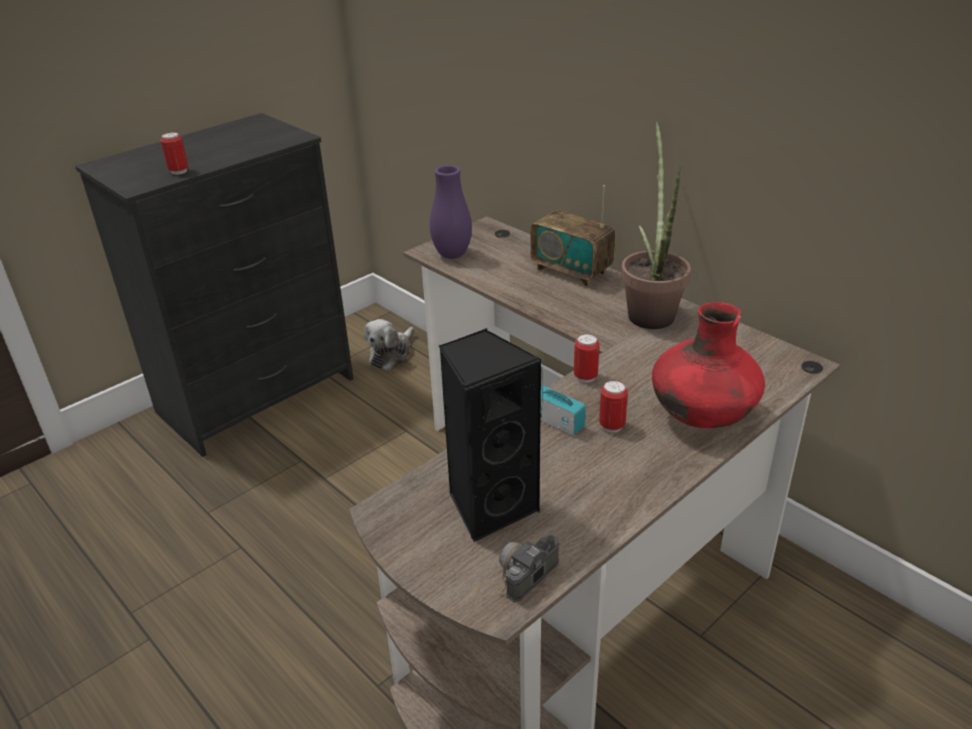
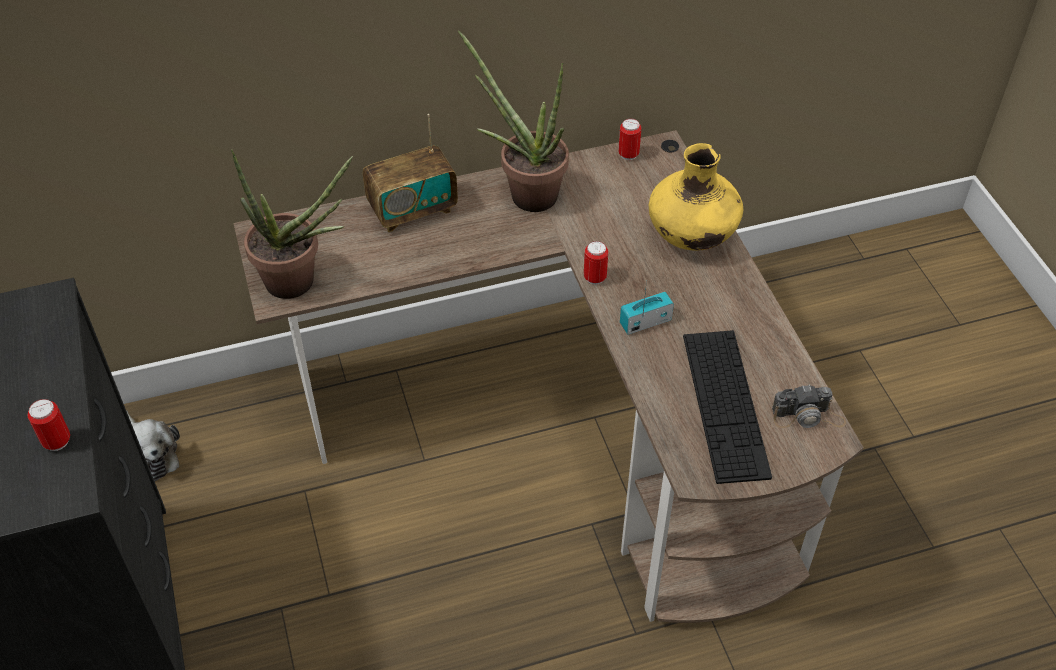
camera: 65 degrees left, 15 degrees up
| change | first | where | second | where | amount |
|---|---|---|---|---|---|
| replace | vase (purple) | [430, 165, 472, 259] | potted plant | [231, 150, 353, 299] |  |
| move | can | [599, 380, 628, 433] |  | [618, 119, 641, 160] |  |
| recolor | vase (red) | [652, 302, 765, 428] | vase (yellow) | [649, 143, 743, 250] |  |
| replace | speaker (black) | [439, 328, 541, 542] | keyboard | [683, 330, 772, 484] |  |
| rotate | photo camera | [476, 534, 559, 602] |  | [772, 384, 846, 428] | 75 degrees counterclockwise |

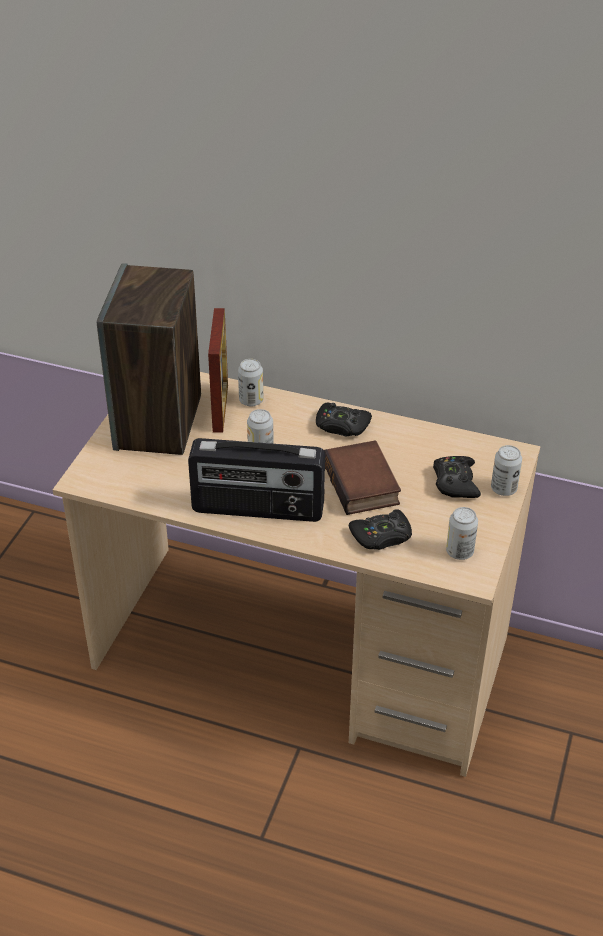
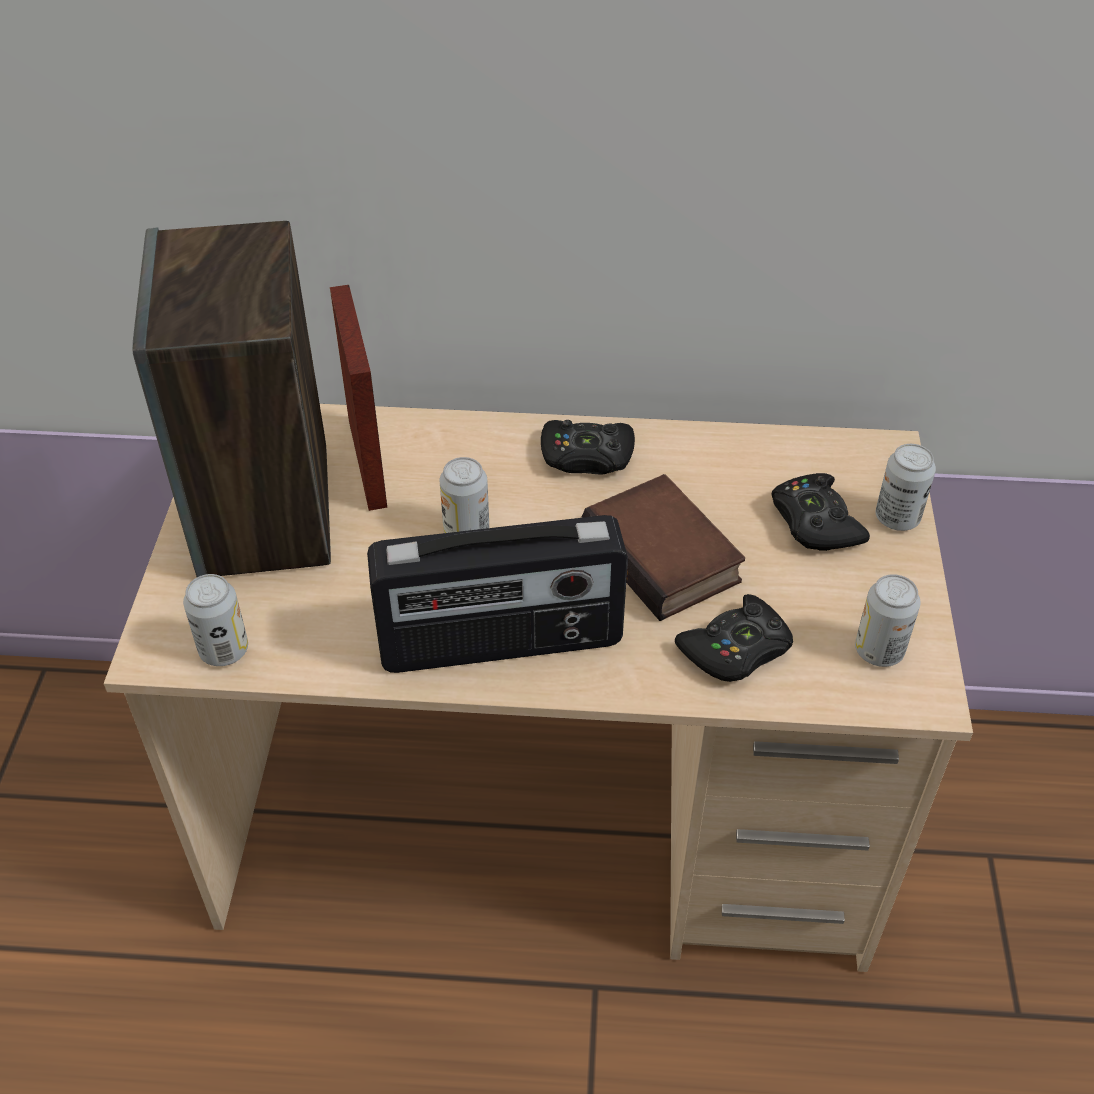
camera: 15 degrees left, 5 degrees up
| change | first | where | second | where | amount |
|---|---|---|---|---|---|
| move | can | [238, 359, 263, 407] |  | [183, 574, 248, 666] |  |

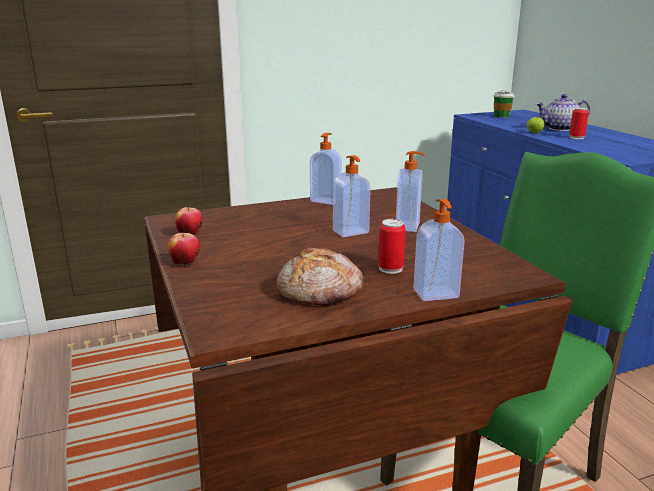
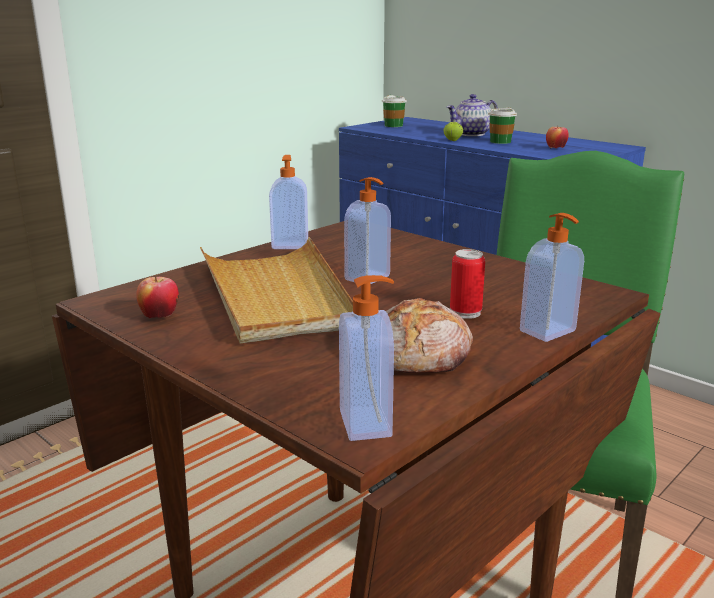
camera: 25 degrees left, 0 degrees up
| change | first | where | second | where | amount |
|---|---|---|---|---|---|
| insert |  |  | tray (beige) | [200, 237, 353, 344] |  |
| move | soap dispenser | [396, 151, 425, 232] |  | [339, 275, 394, 441] |  |
| replace | can | [569, 107, 589, 139] | cup | [488, 107, 517, 144] |  |
| move | apple | [168, 233, 200, 265] |  | [546, 126, 569, 148] |  |

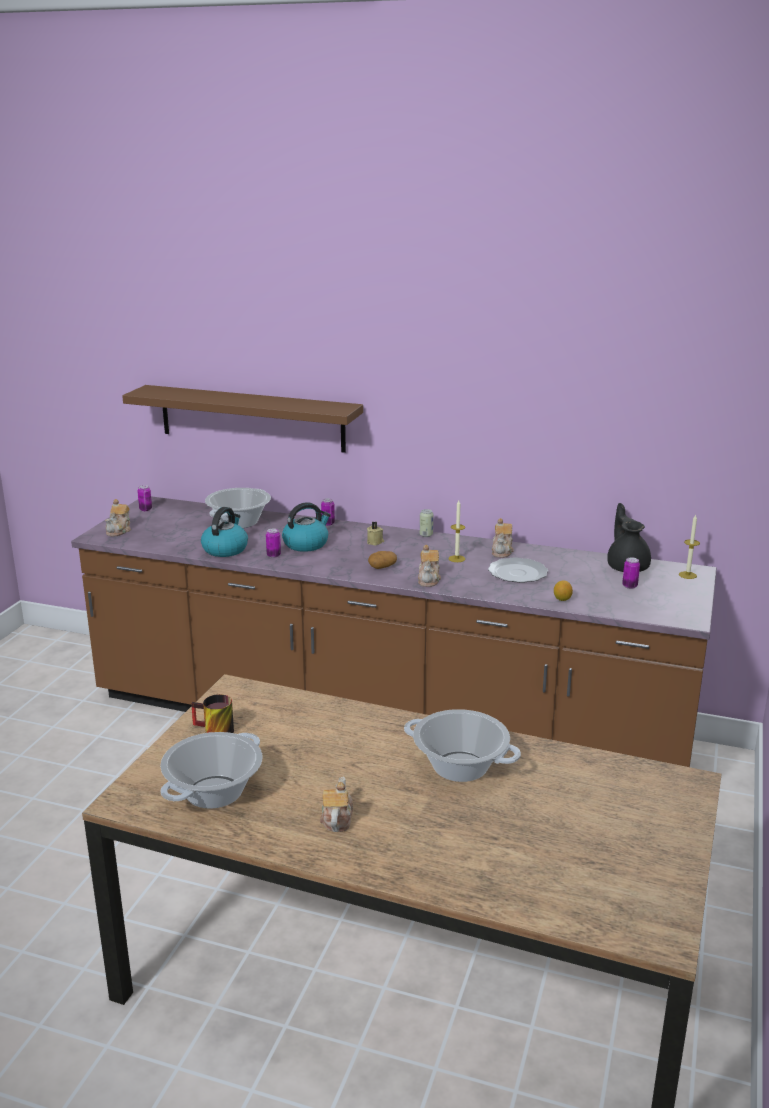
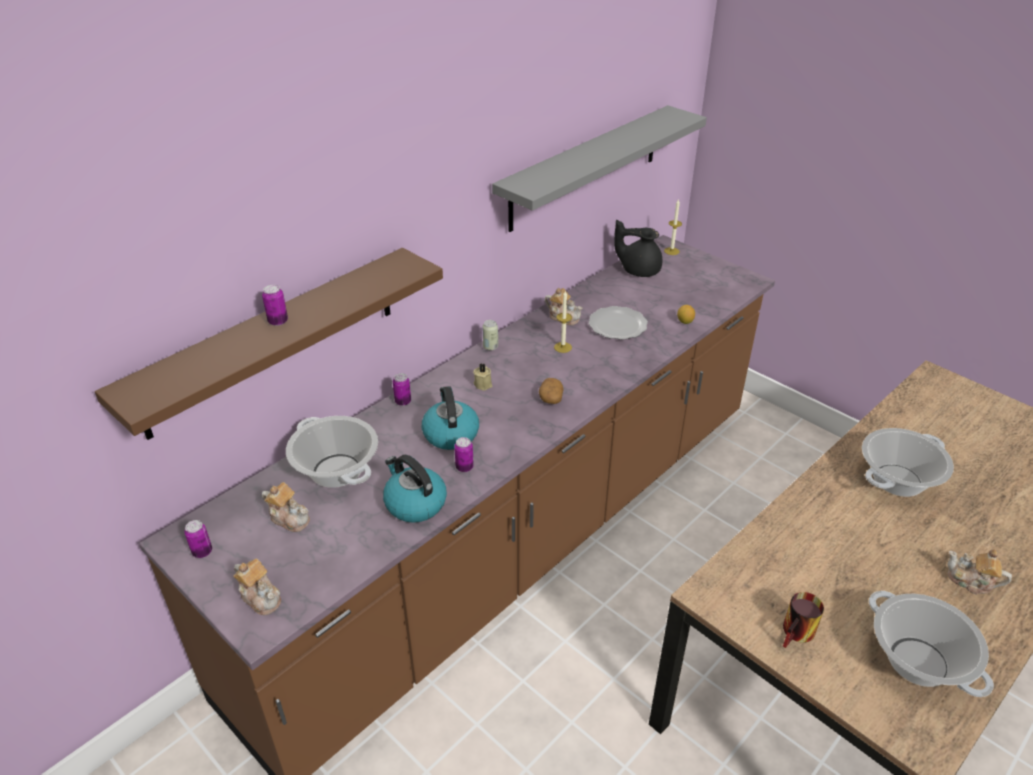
camera: 65 degrees left, 15 degrees up
| change | first | where | second | where | amount |
|---|---|---|---|---|---|
| move | can | [622, 558, 640, 589] |  | [262, 285, 288, 326] |  |
| move | teapot | [418, 545, 441, 587] |  | [262, 482, 310, 532] |  |
| insert |  |  | shelf (grey) | [492, 105, 707, 232] |  |

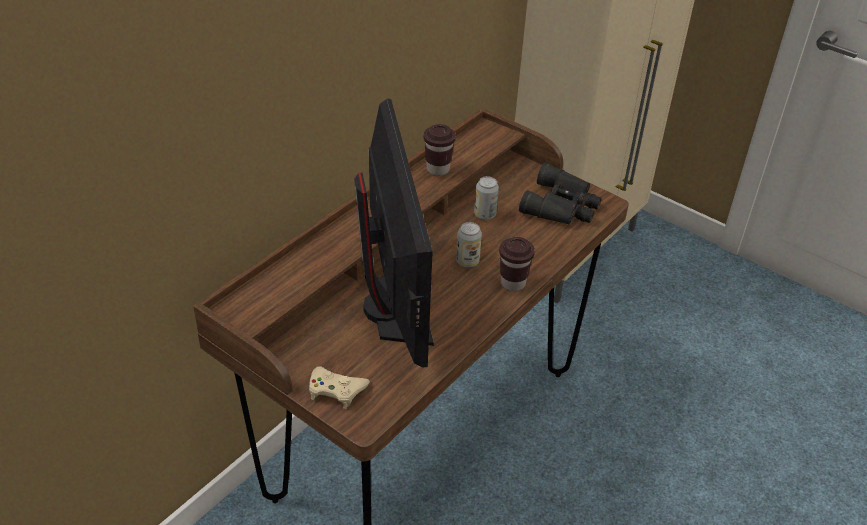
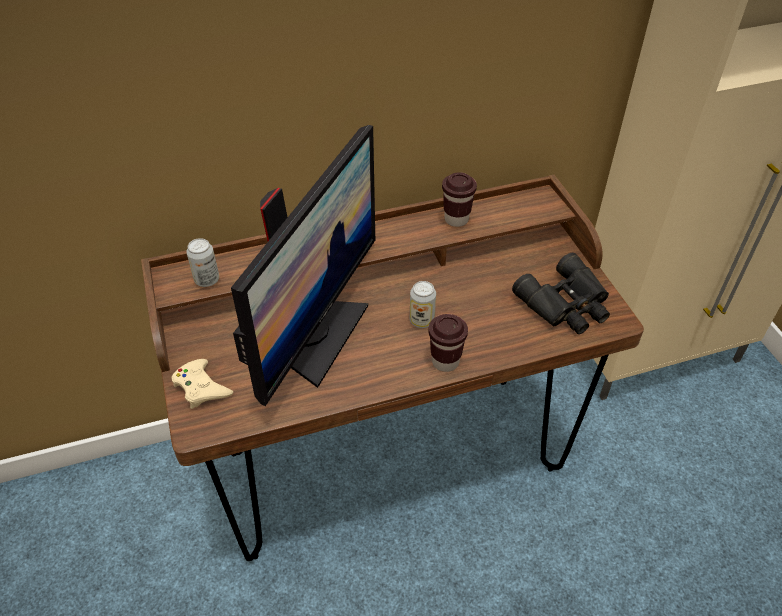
camera: 35 degrees right, 5 degrees up
| change | first | where | second | where | amount |
|---|---|---|---|---|---|
| move | can | [474, 176, 499, 220] |  | [186, 238, 219, 287] |  |

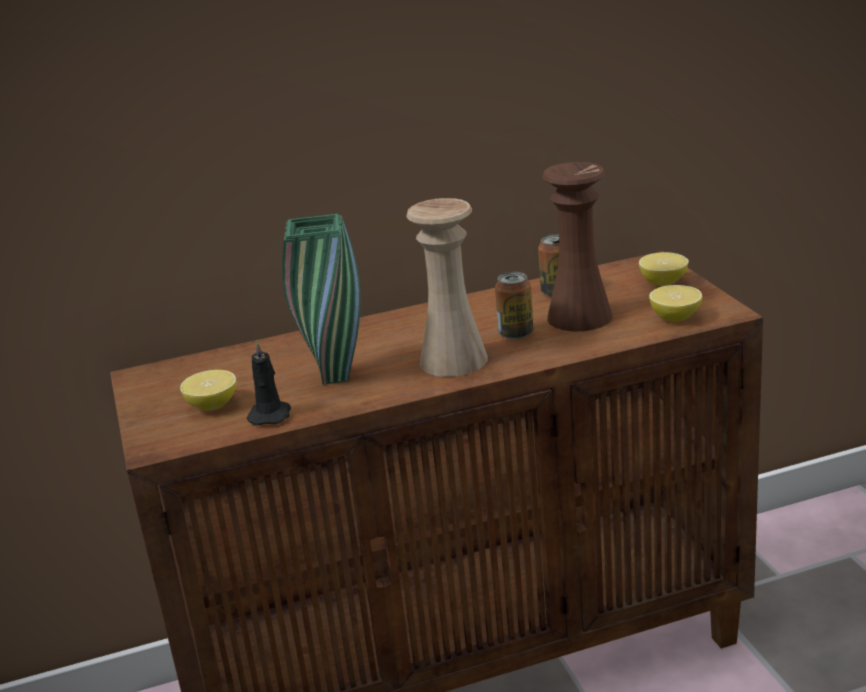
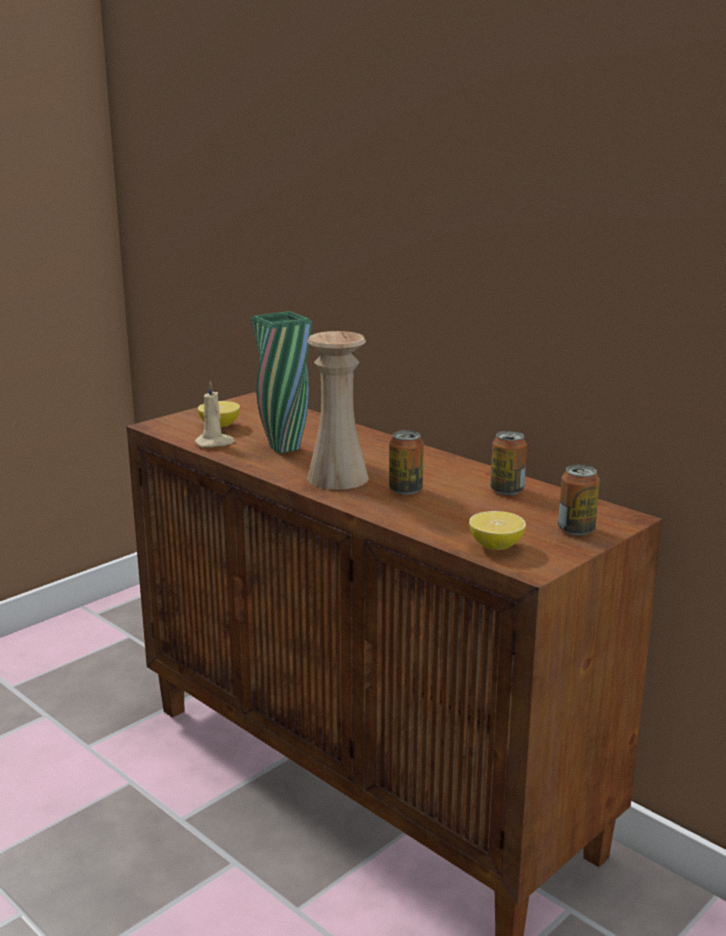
camera: 60 degrees right, 5 degrees down
| change | first | where | second | where | amount |
|---|---|---|---|---|---|
| recolor | candle (black) | [247, 340, 291, 425] | candle (beige) | [195, 381, 235, 447] |  |
| replace | lemon | [639, 252, 689, 286] | can | [558, 465, 600, 535] |  |
| delete | vase (brown) | [542, 162, 612, 331] |  |  |  |

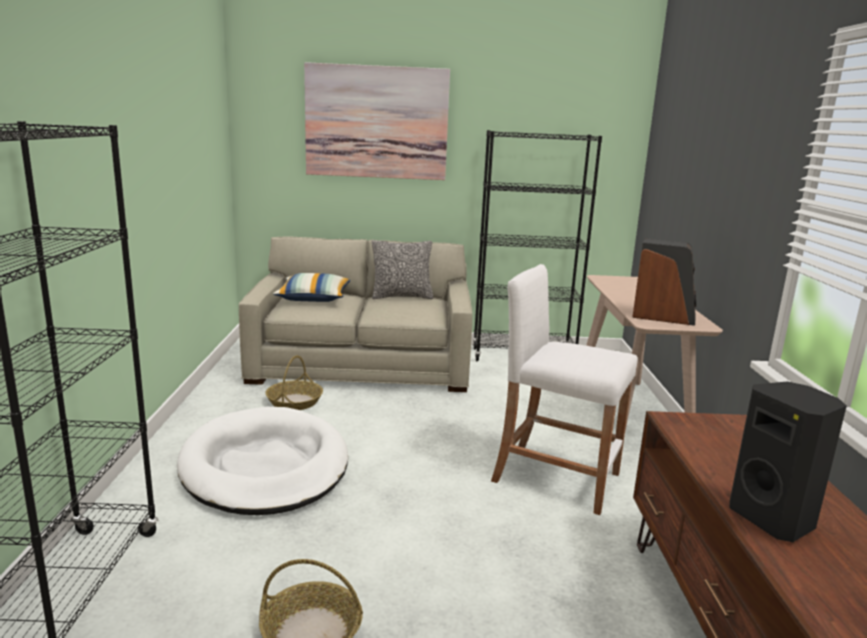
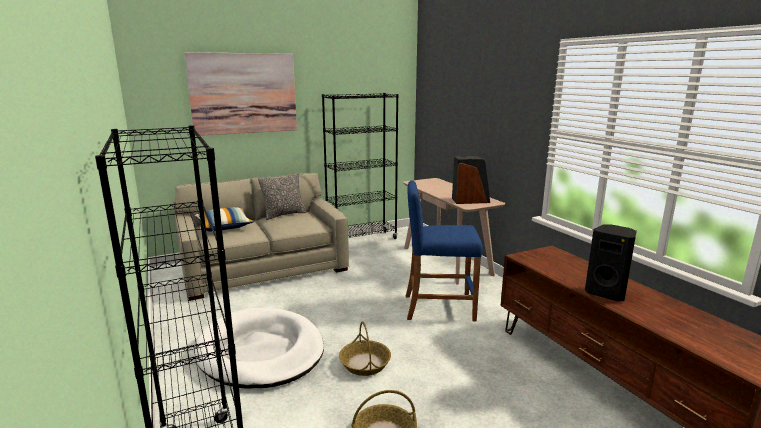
camera: 25 degrees left, 0 degrees up
| change | first | where | second | where | amount |
|---|---|---|---|---|---|
| move | basket | [265, 355, 323, 410] |  | [339, 321, 391, 376] |  |
| recolor | stool (white) | [491, 264, 638, 515] | stool (blue) | [406, 180, 483, 322] |  |

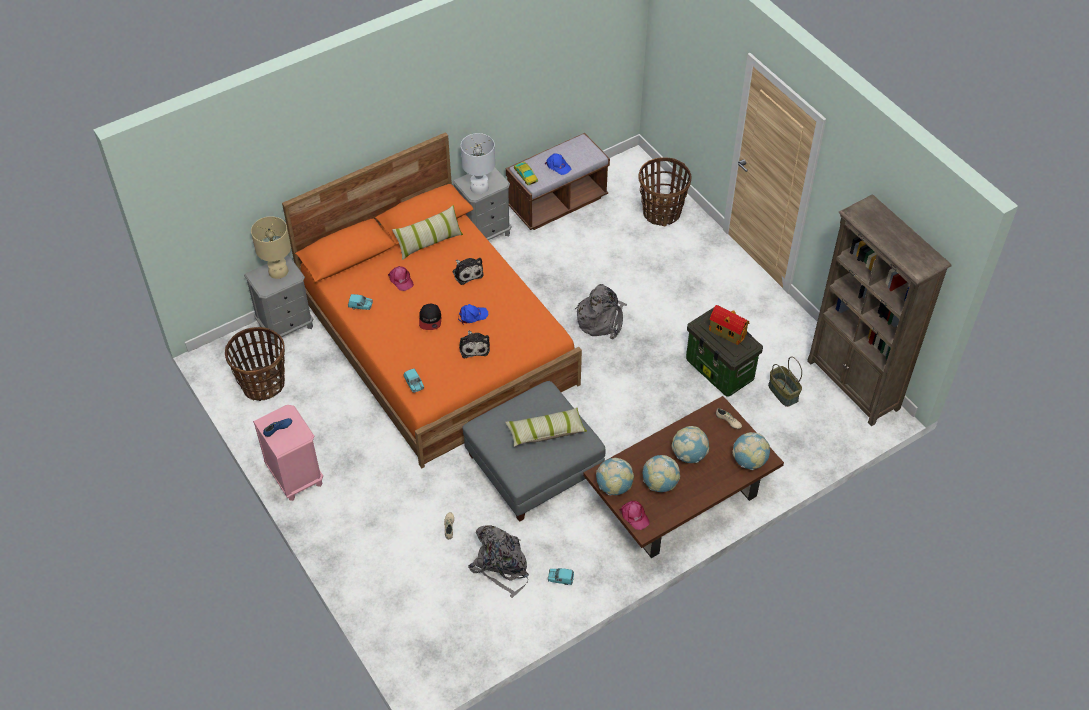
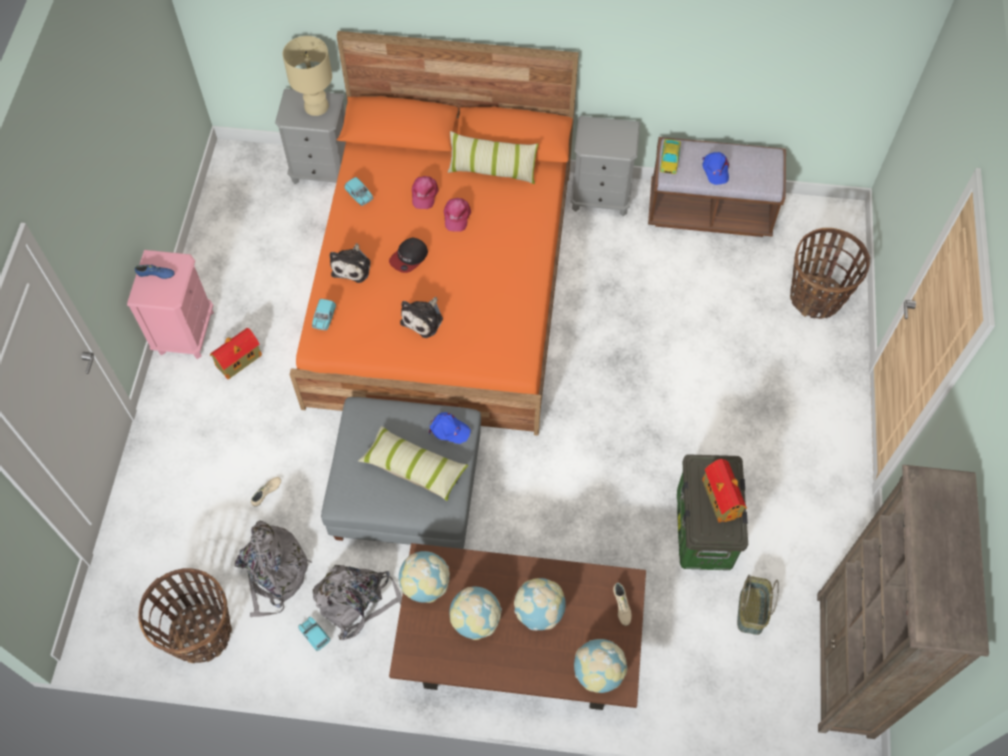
camera: 40 degrees right, 10 degrees up
| change | first | where | second | where | amount |
|---|---|---|---|---|---|
| move | basket | [225, 327, 285, 401] |  | [138, 568, 232, 663] |  |
| insert |  |  | toy house | [210, 328, 262, 380] |  |
| move | backpack (grey) | [575, 284, 627, 339] |  | [313, 565, 402, 640] |  |
| move | plush toy | [453, 258, 483, 285] |  | [330, 243, 371, 283] |  |
| move | cap (blue) | [458, 304, 488, 324] |  | [429, 412, 471, 444] |  |
| move | cap (pink) | [619, 501, 650, 530] |  | [444, 198, 471, 231] |  |
| delete | table lamp (white) | [461, 133, 495, 194] |  |  |  |

